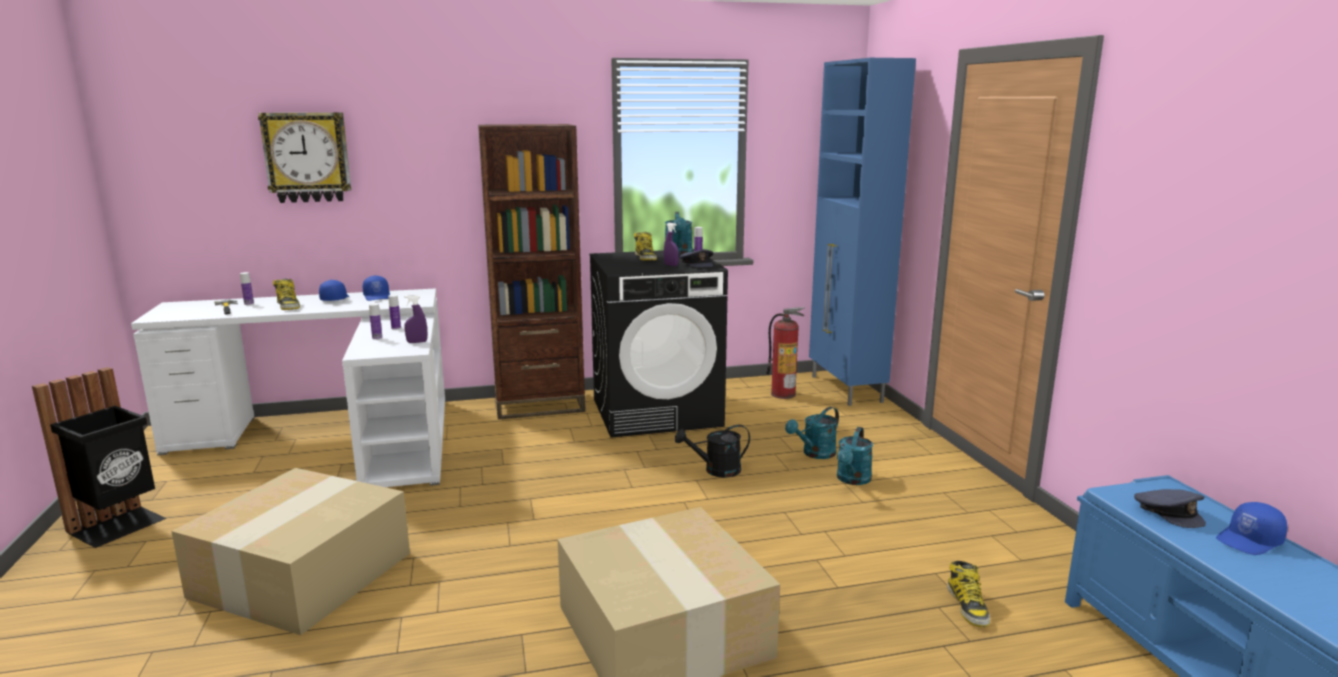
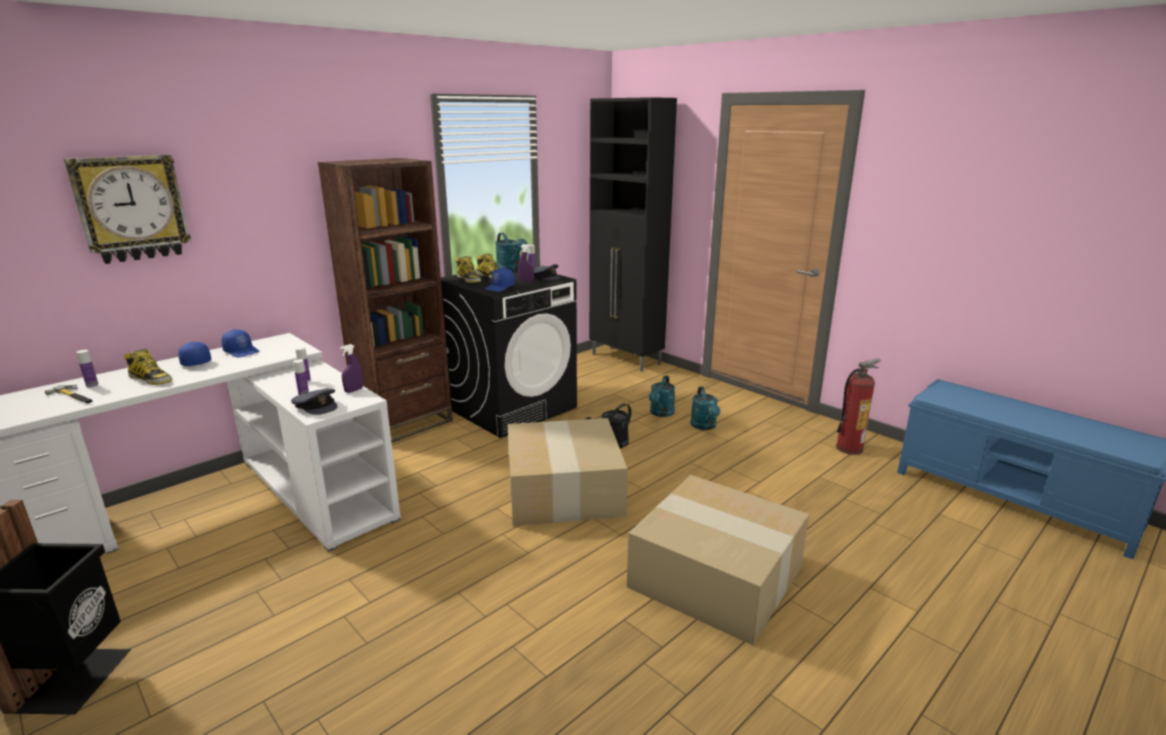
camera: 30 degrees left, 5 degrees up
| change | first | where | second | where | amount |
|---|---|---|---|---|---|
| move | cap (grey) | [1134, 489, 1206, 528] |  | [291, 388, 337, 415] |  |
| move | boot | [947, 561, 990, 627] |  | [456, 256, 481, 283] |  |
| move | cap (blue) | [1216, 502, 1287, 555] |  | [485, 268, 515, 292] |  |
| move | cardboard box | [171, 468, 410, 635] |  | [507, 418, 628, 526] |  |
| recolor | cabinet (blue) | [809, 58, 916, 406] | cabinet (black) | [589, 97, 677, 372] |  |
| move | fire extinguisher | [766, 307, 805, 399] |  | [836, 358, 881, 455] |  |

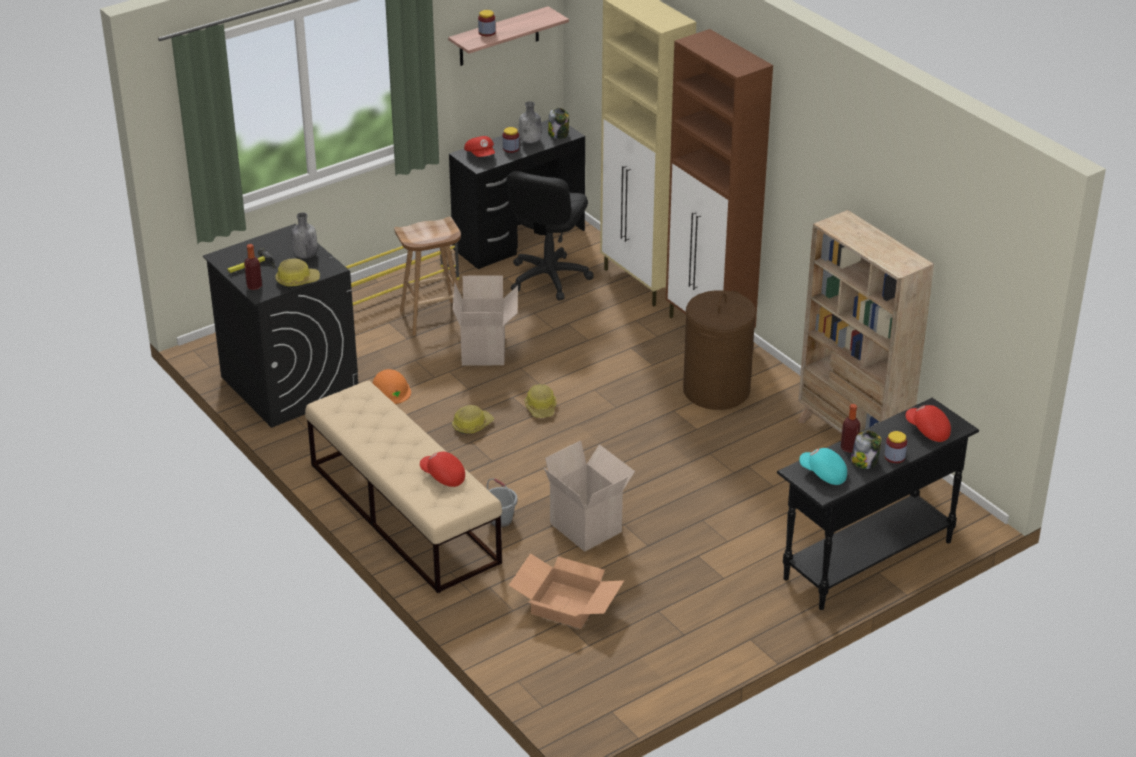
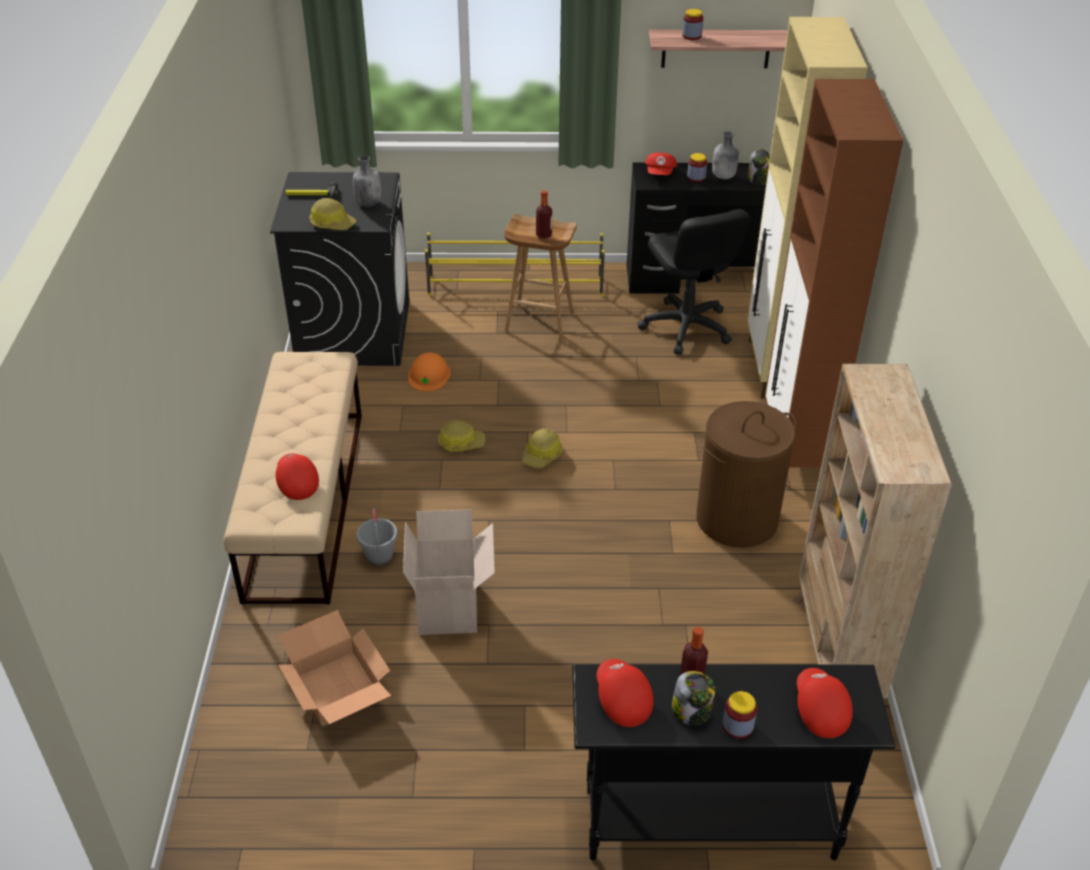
camera: 35 degrees right, 5 degrees up
| change | first | where | second | where | amount |
|---|---|---|---|---|---|
| move | bottle | [244, 244, 262, 290] |  | [536, 190, 552, 239] |  |
| recolor | cap (turquoise) | [799, 448, 847, 485] | cap (red) | [597, 659, 653, 727] |  |
| rotate | office chair (black) | [507, 171, 594, 300] |  | [638, 209, 750, 355] | 75 degrees counterclockwise |
| delete | cardboard box | [453, 275, 518, 366] |  |  |  |

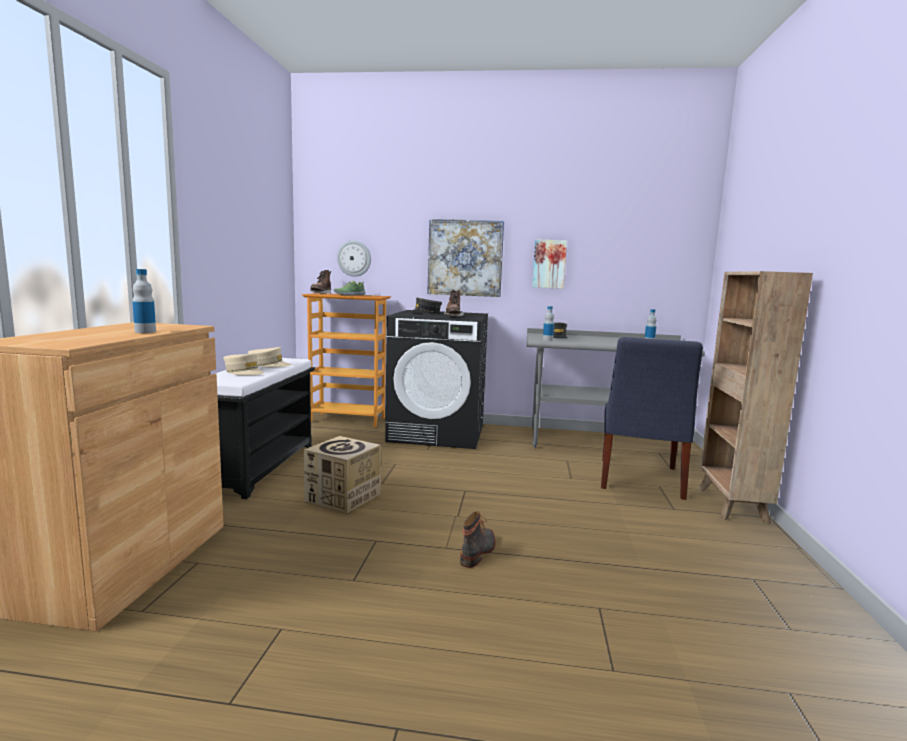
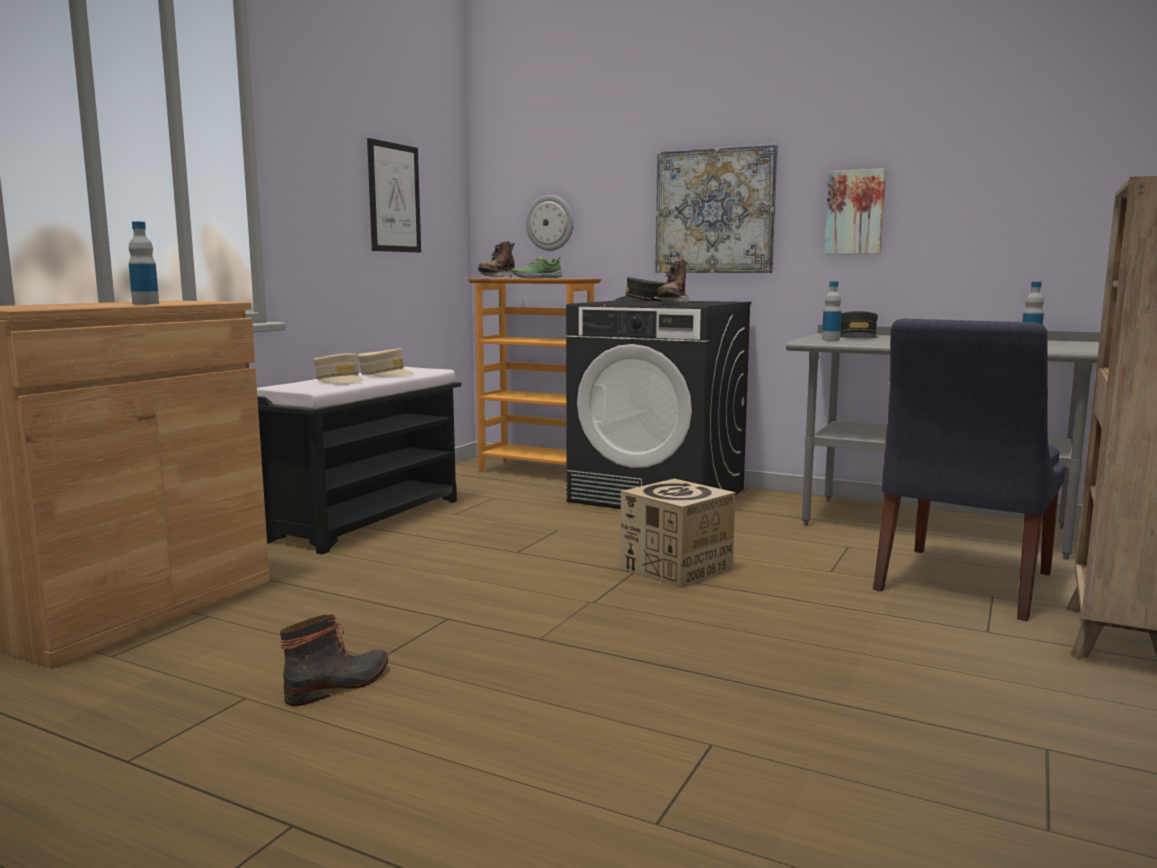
camera: 20 degrees right, 0 degrees up
| change | first | where | second | where | amount |
|---|---|---|---|---|---|
| move | boot | [460, 511, 496, 568] |  | [280, 614, 388, 706] |  |
| insert |  |  | picture | [367, 138, 421, 253] |  |
| move | cardboard box | [304, 436, 381, 513] |  | [620, 479, 736, 588] |  |

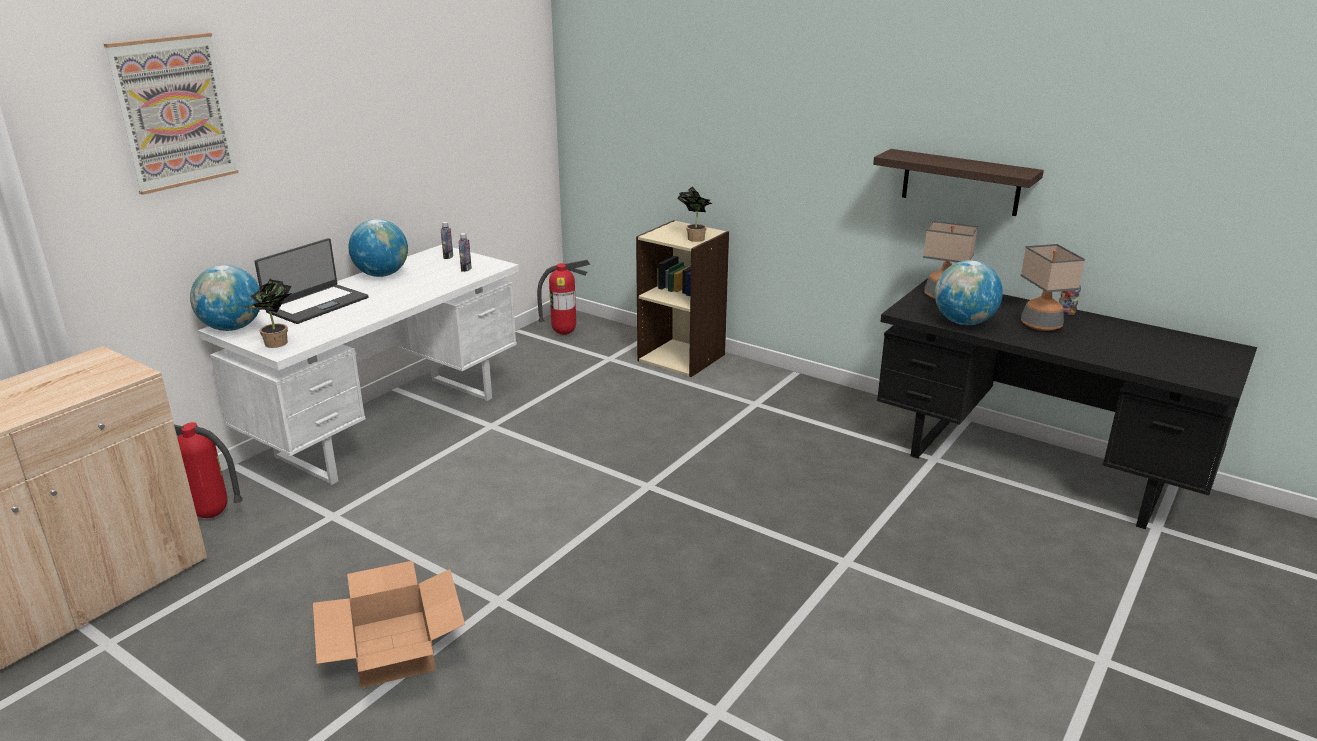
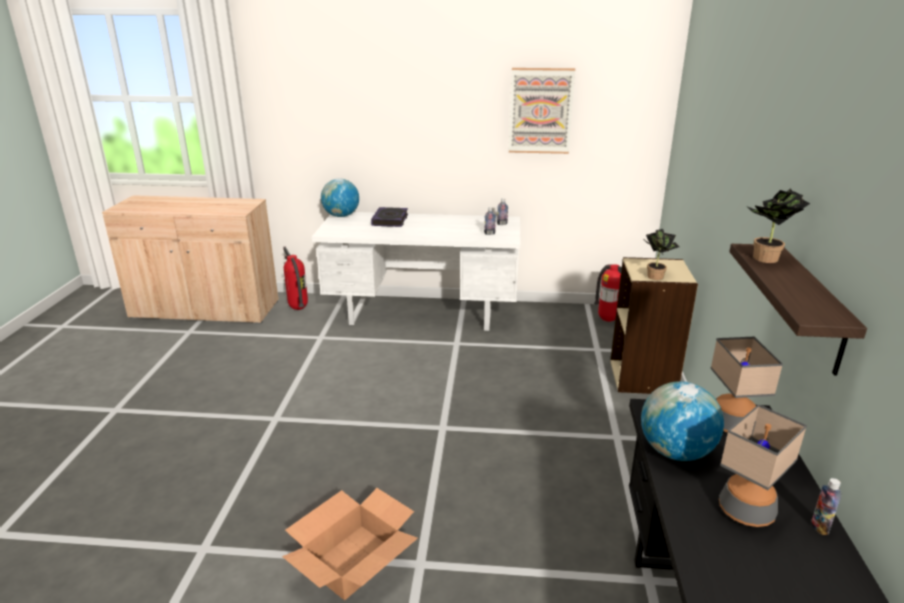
camera: 60 degrees right, 0 degrees up
| change | first | where | second | where | amount |
|---|---|---|---|---|---|
| move | cardboard box | [313, 561, 465, 688] |  | [282, 488, 418, 600] |  |
| replace | laptop | [254, 238, 369, 324] | book | [371, 207, 408, 227] |  |
| move | picture | [104, 33, 239, 195] |  | [509, 68, 575, 154] |  |
| move | potted plant | [244, 279, 292, 348] |  | [746, 188, 810, 263] |  |
| delete | globe | [348, 219, 408, 277] |  |  |  |

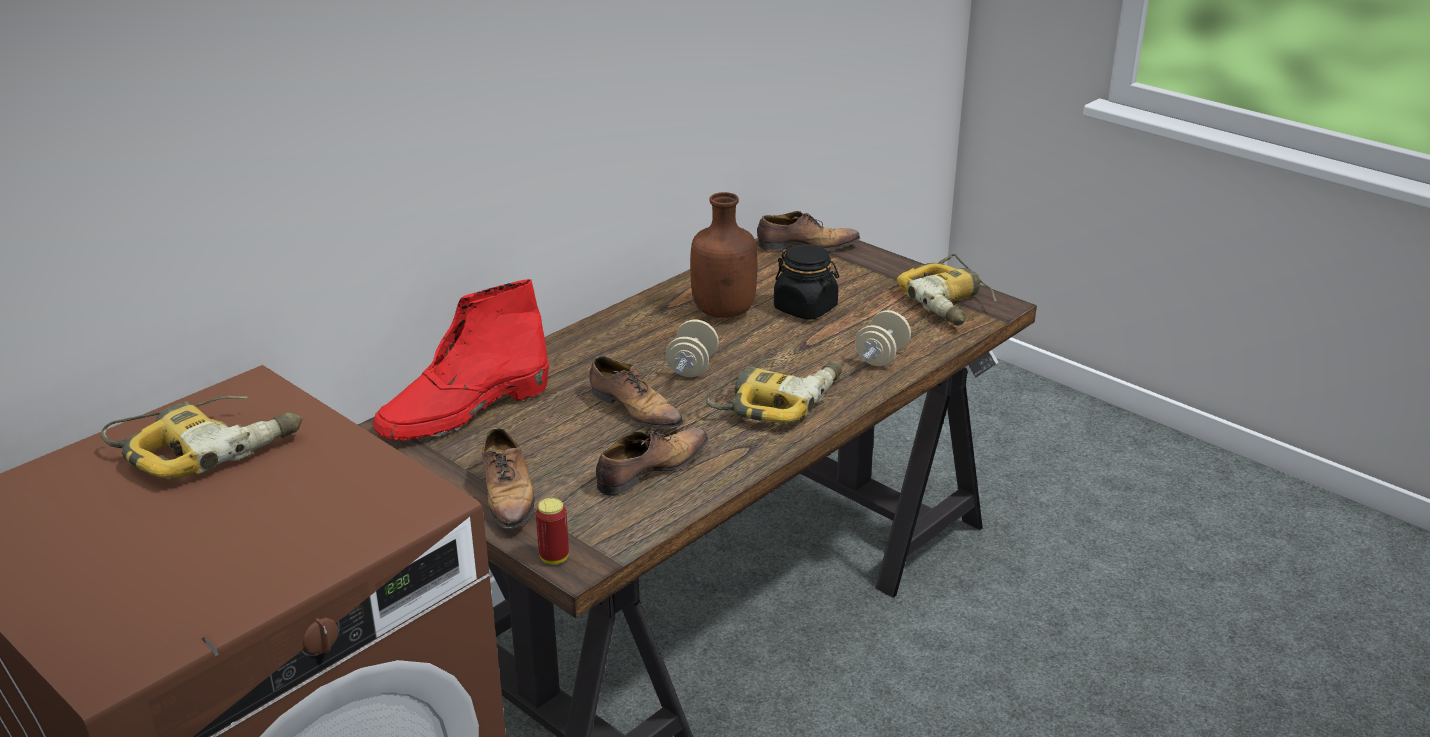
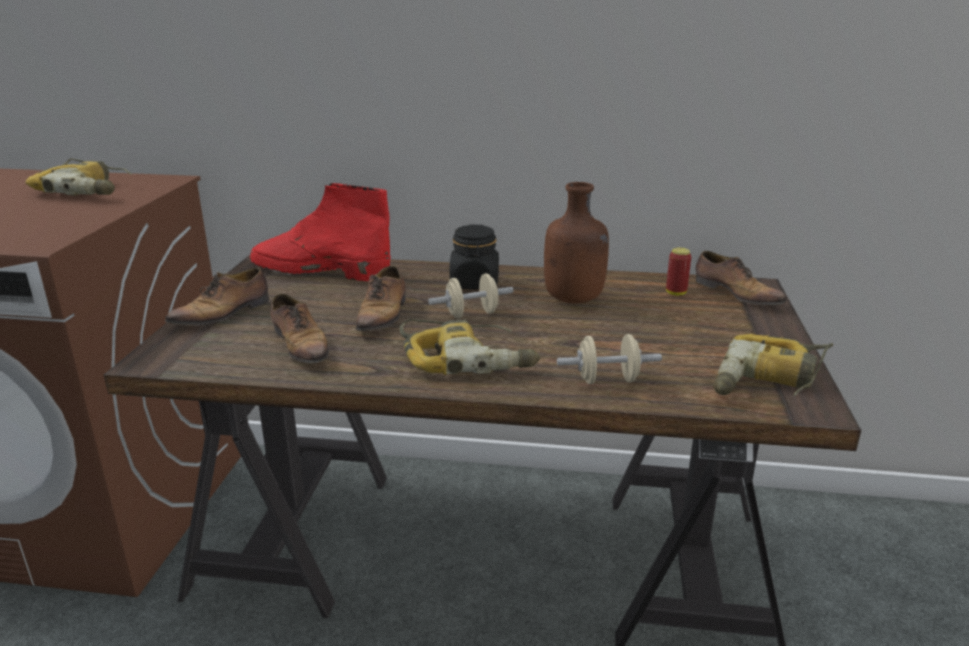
camera: 55 degrees right, 5 degrees down
| change | first | where | second | where | amount |
|---|---|---|---|---|---|
| rotate | shoe | [596, 428, 709, 496] |  | [271, 294, 329, 368] | 45 degrees clockwise |
| move | jar (black) | [774, 244, 839, 320] |  | [450, 224, 499, 290] |  |
| move | can | [536, 498, 569, 564] |  | [666, 247, 691, 296] |  |

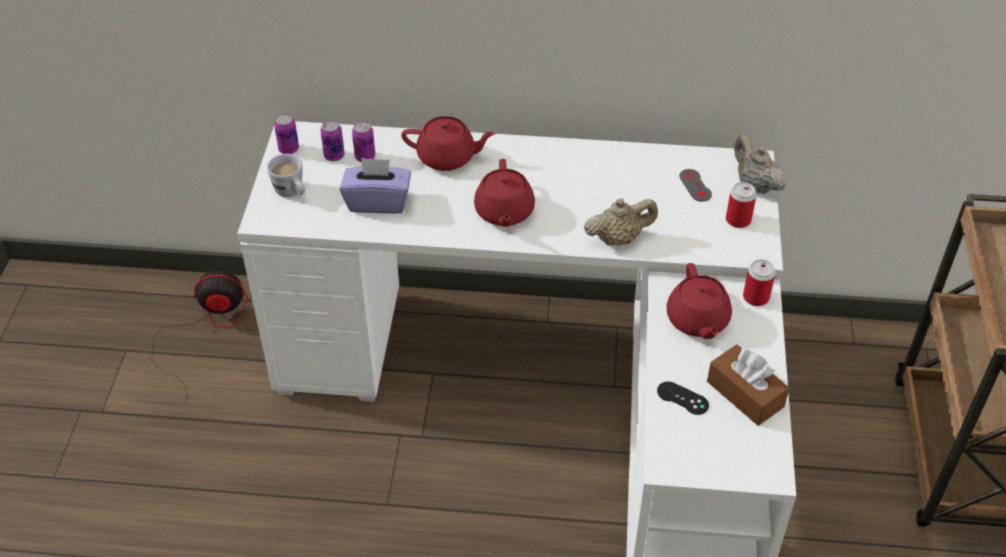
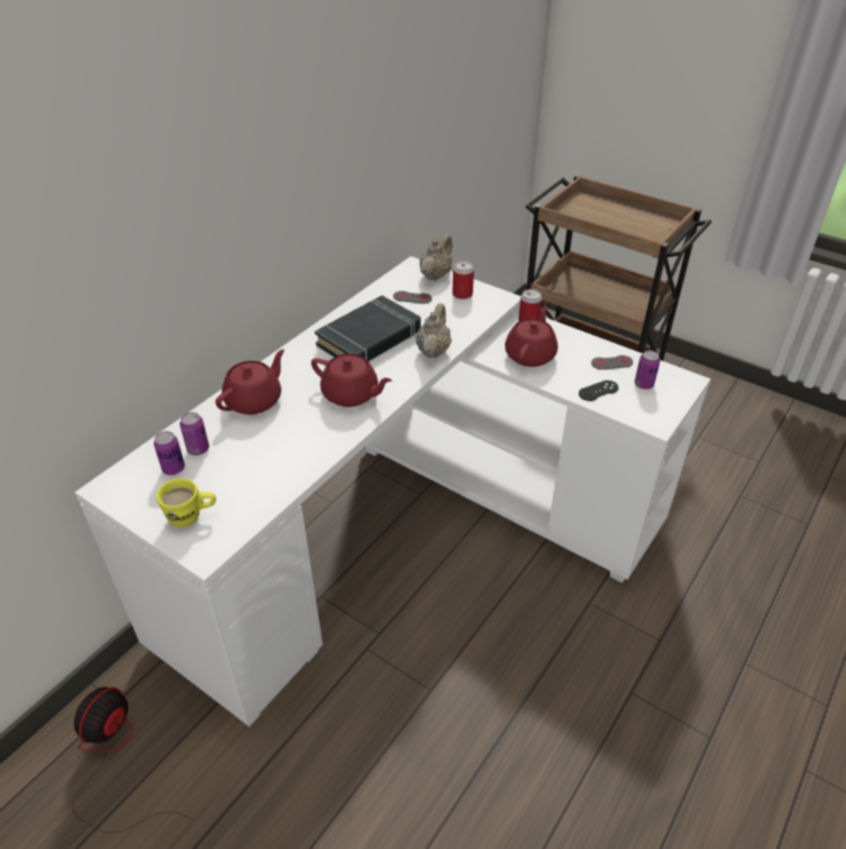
camera: 60 degrees left, 5 degrees down
| change | first | where | second | where | amount |
|---|---|---|---|---|---|
| recolor | mug (white) | [267, 154, 305, 197] | mug (yellow) | [156, 478, 216, 528] |  |
| insert |  |  | book (black) | [314, 295, 421, 362] |  |
| rotate | teapot (beige) | [734, 135, 786, 194] |  | [420, 234, 452, 281] | 120 degrees clockwise |
| rotate | teapot (red) | [666, 263, 732, 339] |  | [505, 306, 558, 367] | 90 degrees counterclockwise |
| replace | tissue box (brown) | [707, 344, 789, 426] | game controller (grey) | [591, 355, 633, 370] |  |
| move | can | [274, 114, 299, 154] |  | [635, 350, 660, 389] |  |
| delete | tissue box (purple) | [340, 158, 411, 214] |  |  |  |

